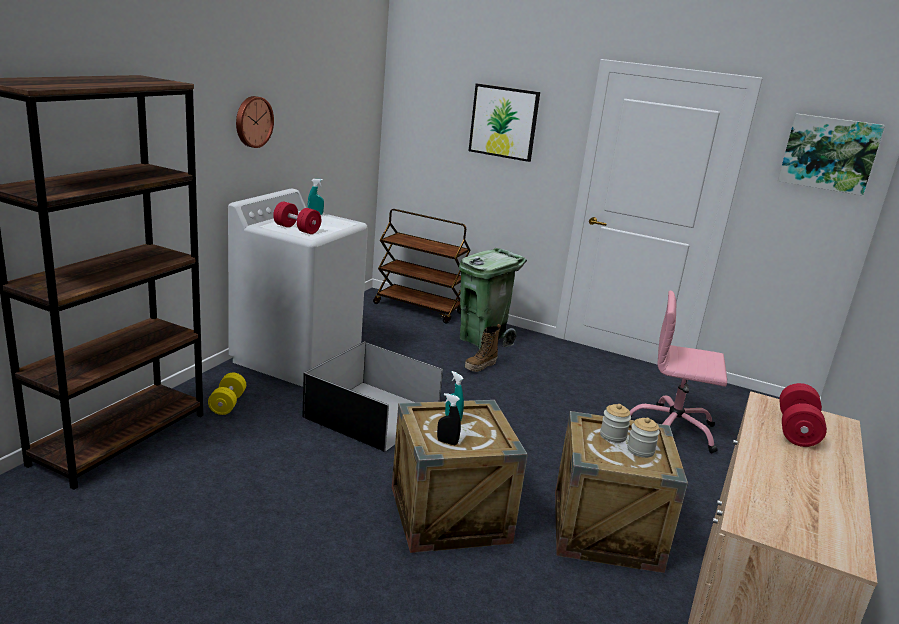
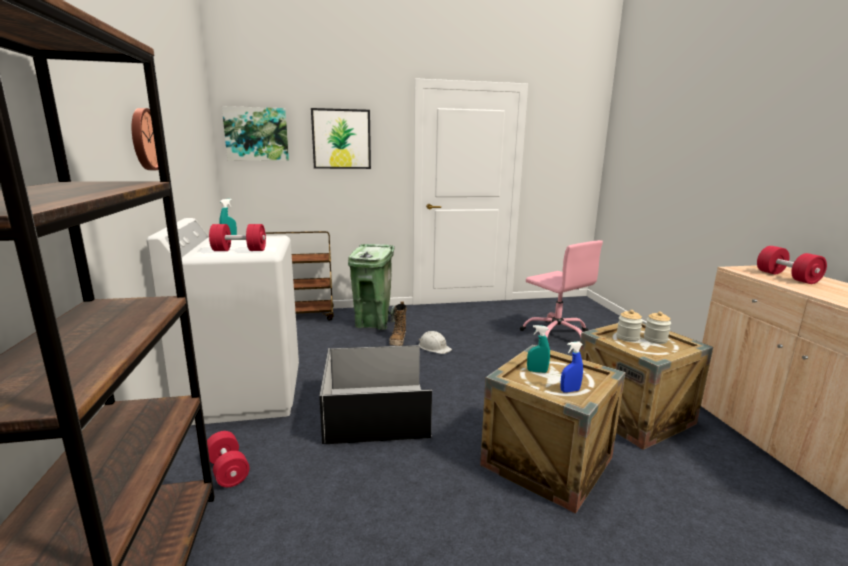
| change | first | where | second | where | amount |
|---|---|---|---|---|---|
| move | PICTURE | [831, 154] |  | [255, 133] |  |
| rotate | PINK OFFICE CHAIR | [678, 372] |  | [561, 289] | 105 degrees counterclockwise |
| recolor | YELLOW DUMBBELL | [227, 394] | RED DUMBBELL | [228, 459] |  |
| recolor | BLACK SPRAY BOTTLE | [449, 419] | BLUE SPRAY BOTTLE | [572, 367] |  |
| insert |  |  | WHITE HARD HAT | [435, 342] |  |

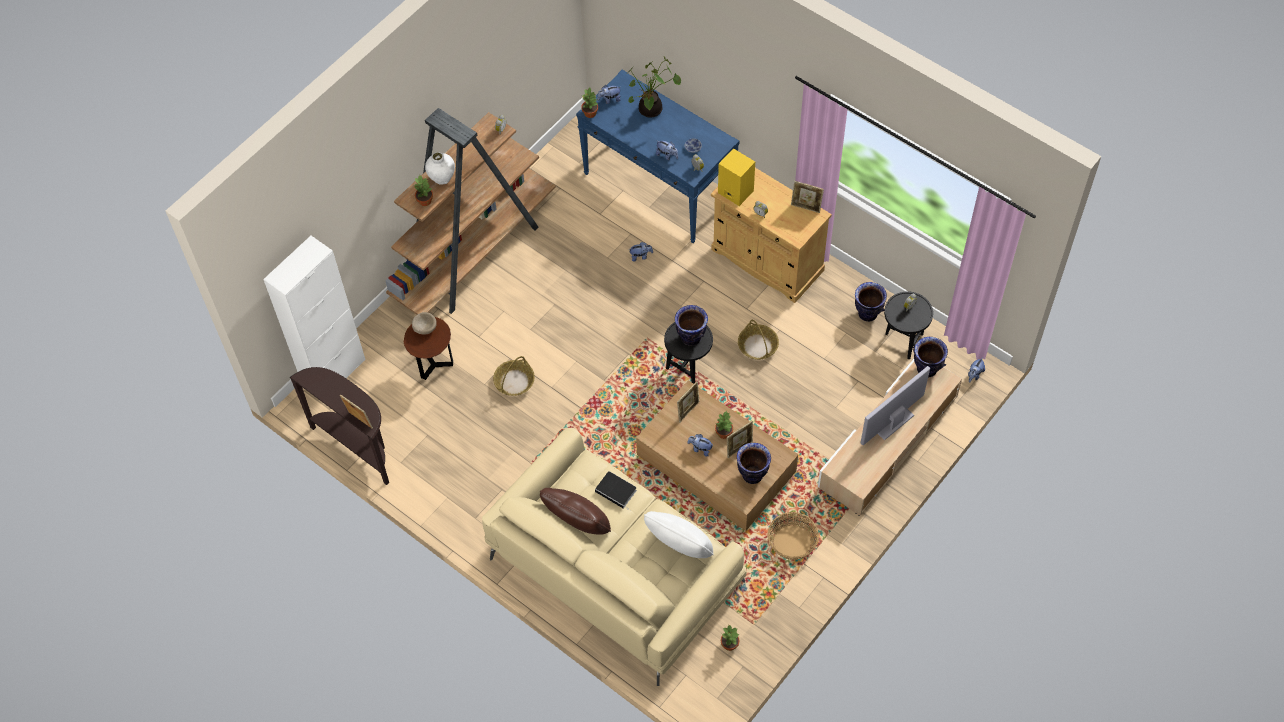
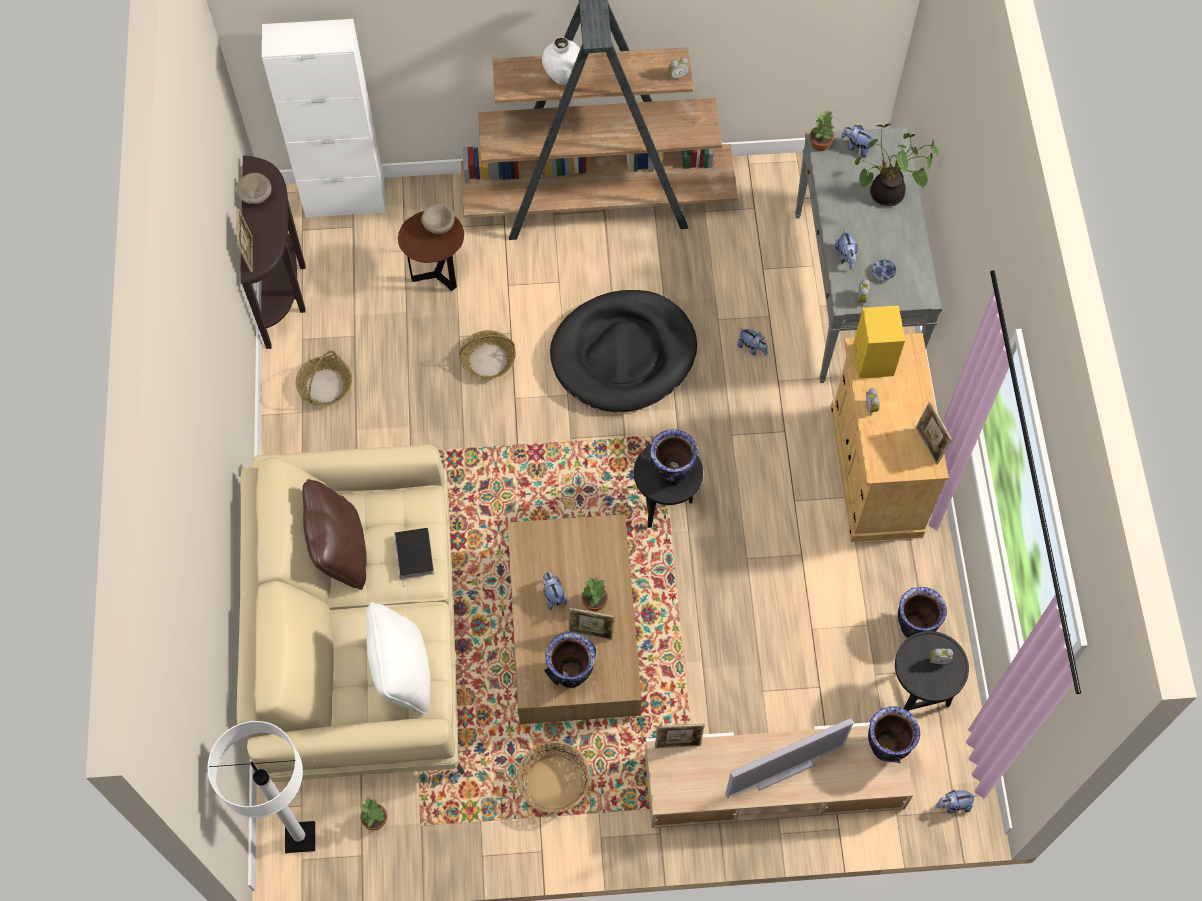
| change | first | where | second | where | amount |
|---|---|---|---|---|---|
| recolor | BLUE CONSOLE TABLE | [658, 156] | GREY CONSOLE TABLE | [868, 255] |  |
| delete | POTTED PLANT | [423, 190] |  |  |  |
| move | BASKET | [758, 340] |  | [324, 378] |  |
| rotate | TELEVISION | [895, 405] |  | [789, 758] | 150 degrees clockwise |
| move | PICTURE FRAME | [688, 401] |  | [680, 736] |  |
| insert |  |  | BEIGE BOWL | [254, 188] |  |
| insert |  |  | BLACK DOG BED | [623, 351] |  |
| insert |  |  | WHITE FLOOR LAMP | [261, 787] |  |

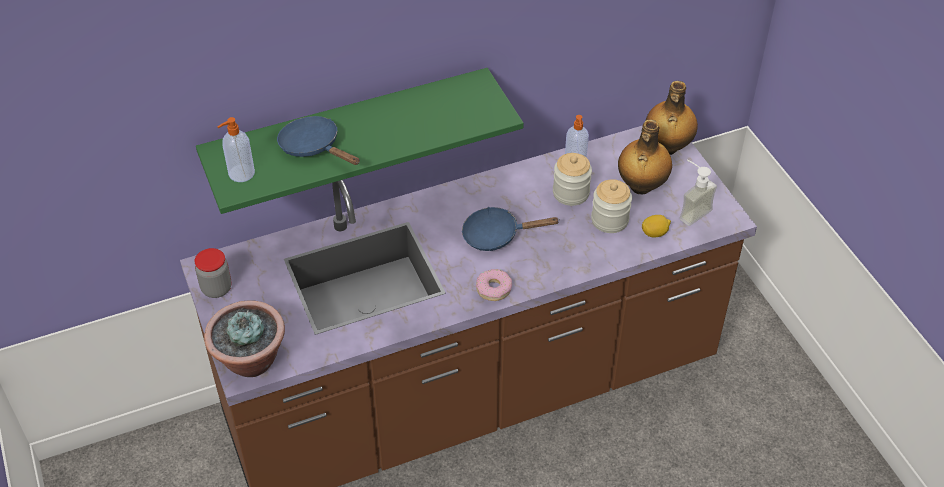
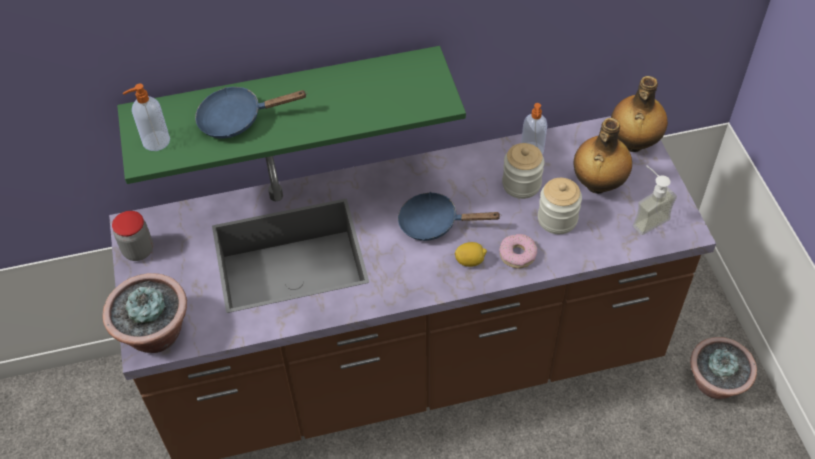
| change | first | where | second | where | amount |
|---|---|---|---|---|---|
| rotate | BLUE FRYING PAN | [318, 140] |  | [251, 112] | 60 degrees counterclockwise |
| move | LEMON | [656, 226] |  | [470, 254] |  |
| move | DONUT | [494, 285] |  | [518, 251] |  |
| insert |  |  | POTTED PLANT | [723, 368] |  |

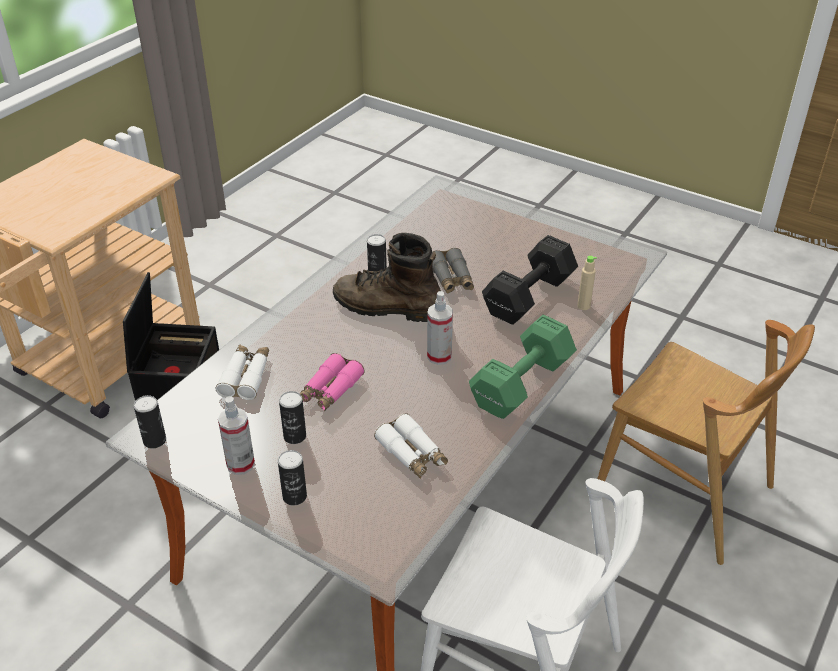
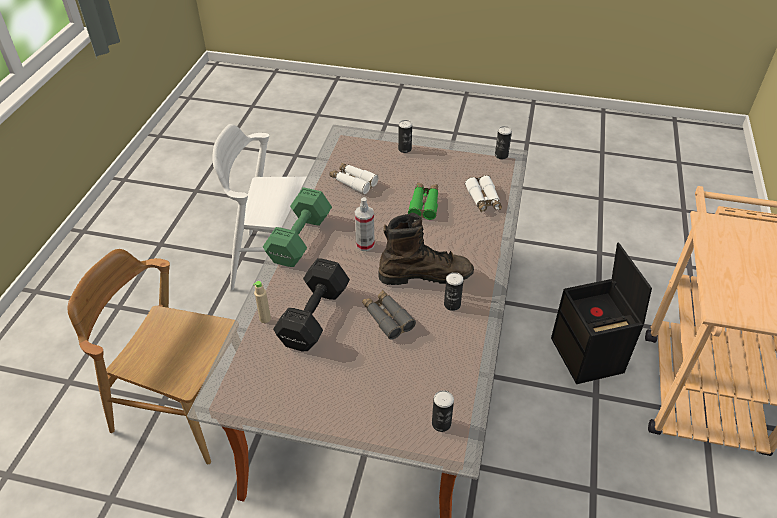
| change | first | where | second | where | amount |
|---|---|---|---|---|---|
| recolor | PINK BINOCULARS | [332, 382] | GREEN BINOCULARS | [423, 201] |  |
| move | CAN | [292, 417] |  | [443, 411] |  |
| delete | SPRAY BOTTLE | [236, 435] |  |  |  |

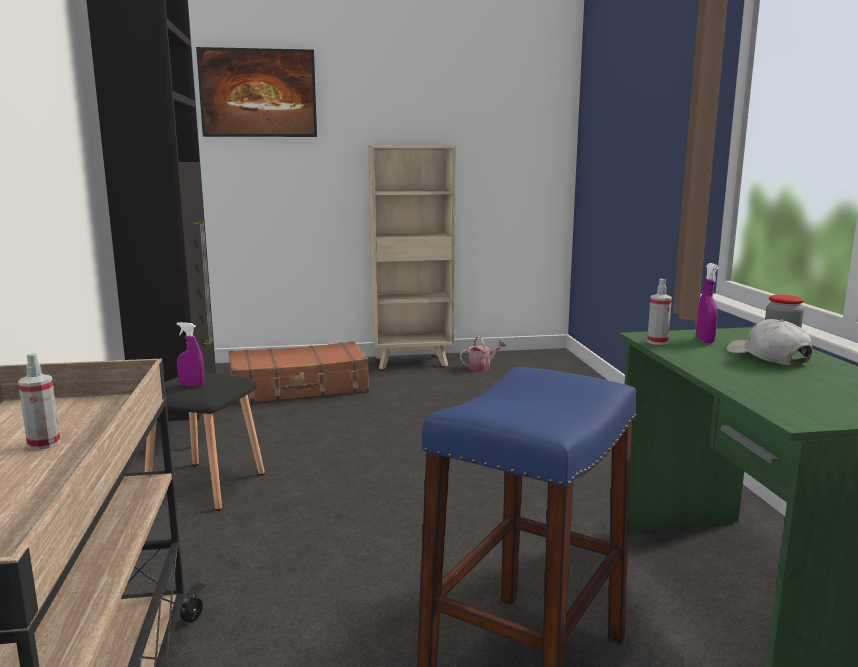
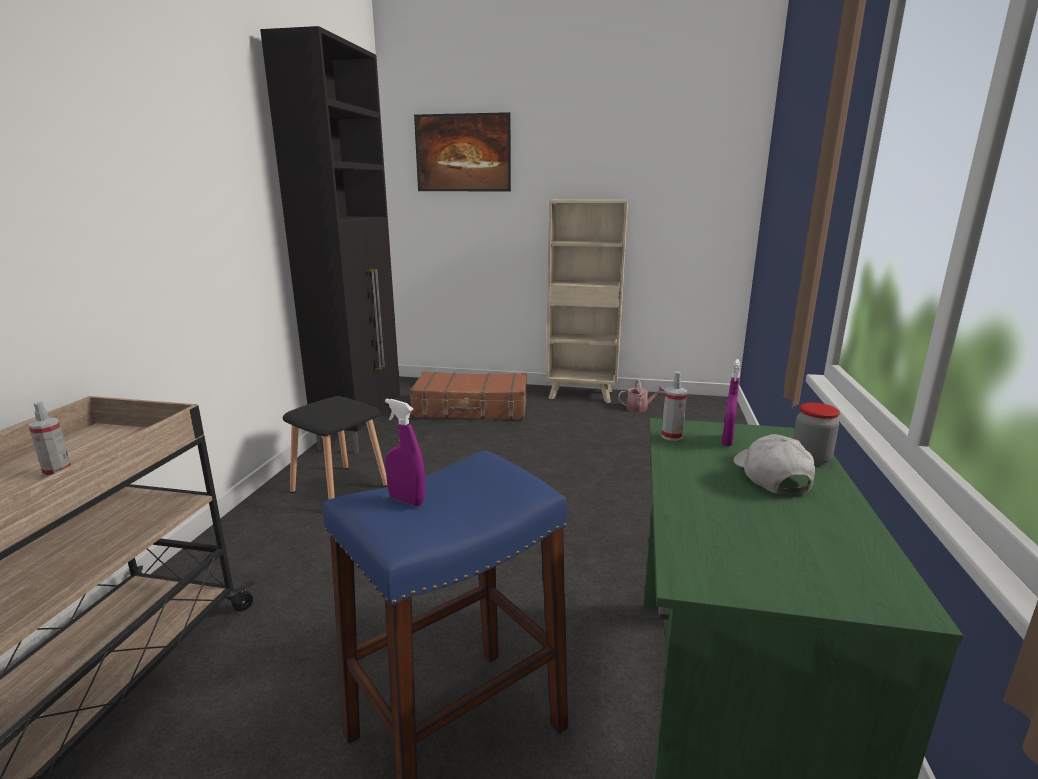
| change | first | where | second | where | amount |
|---|---|---|---|---|---|
| move | PURPLE SPRAY BOTTLE | [190, 354] |  | [405, 452] |  |

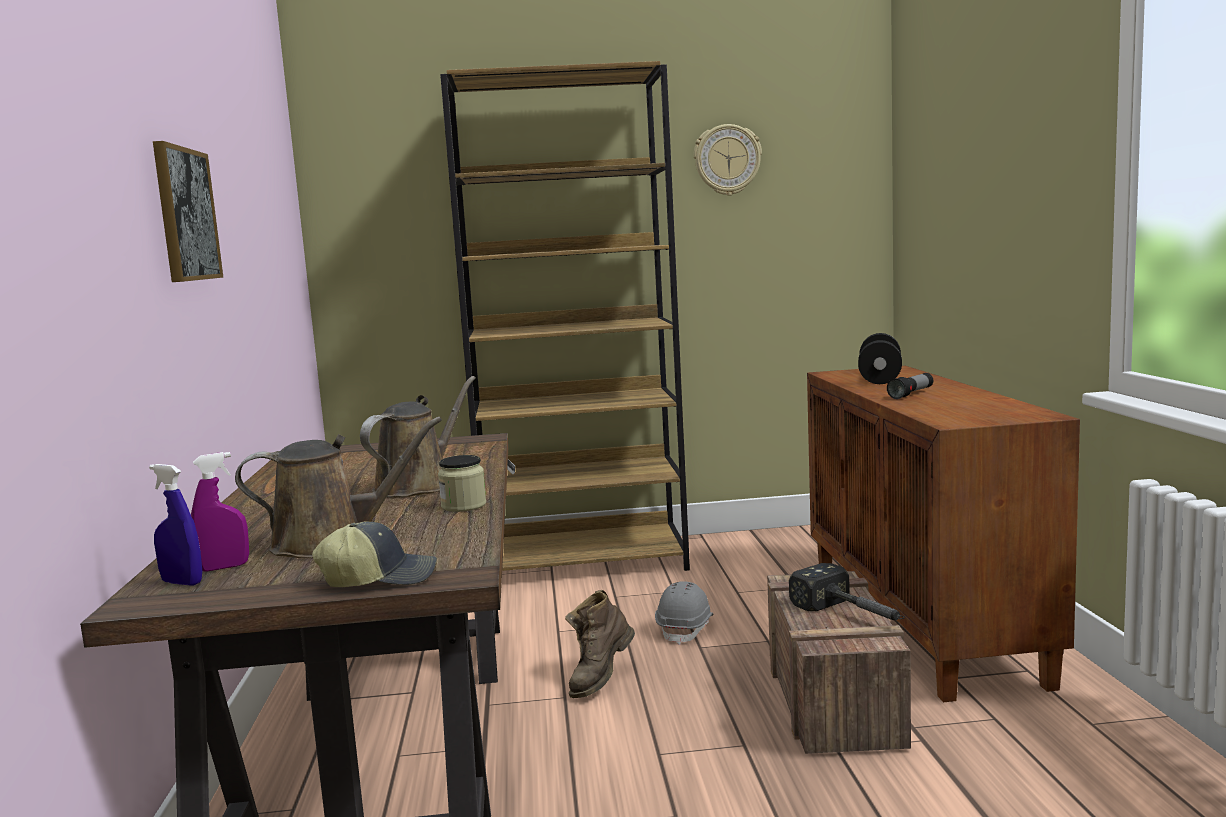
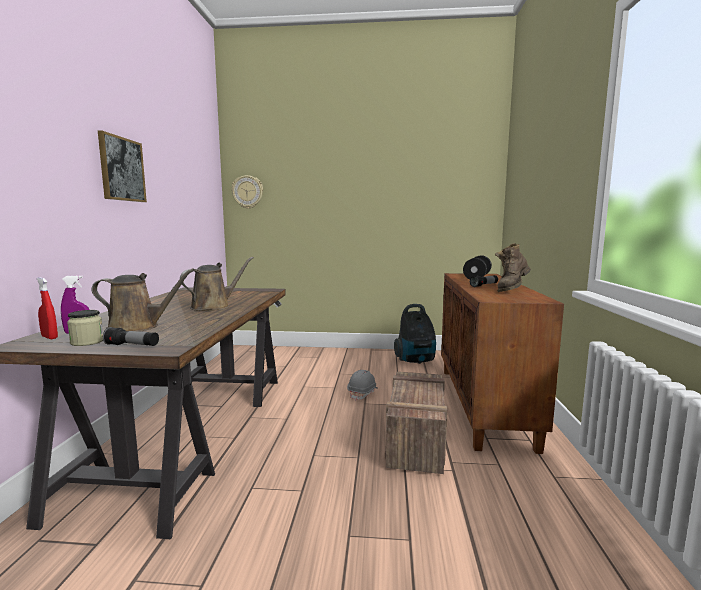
| change | first | where | second | where | amount |
|---|---|---|---|---|---|
| delete | BROWN BOOKCASE | [565, 316] |  |  |  |
| move | WALL CLOCK | [728, 160] |  | [247, 192] |  |
| move | JAR | [462, 483] |  | [85, 328] |  |
| recolor | BLUE SPRAY BOTTLE | [175, 525] | RED SPRAY BOTTLE | [47, 308] |  |
| replace | CAP | [374, 554] | FLASHLIGHT | [131, 336] |  |
| delete | HAMMER | [847, 591] |  |  |  |
| move | BROWN BOOT | [600, 644] |  | [513, 267] |  |
| insert |  |  | VACUUM CLEANER | [415, 334] |  |

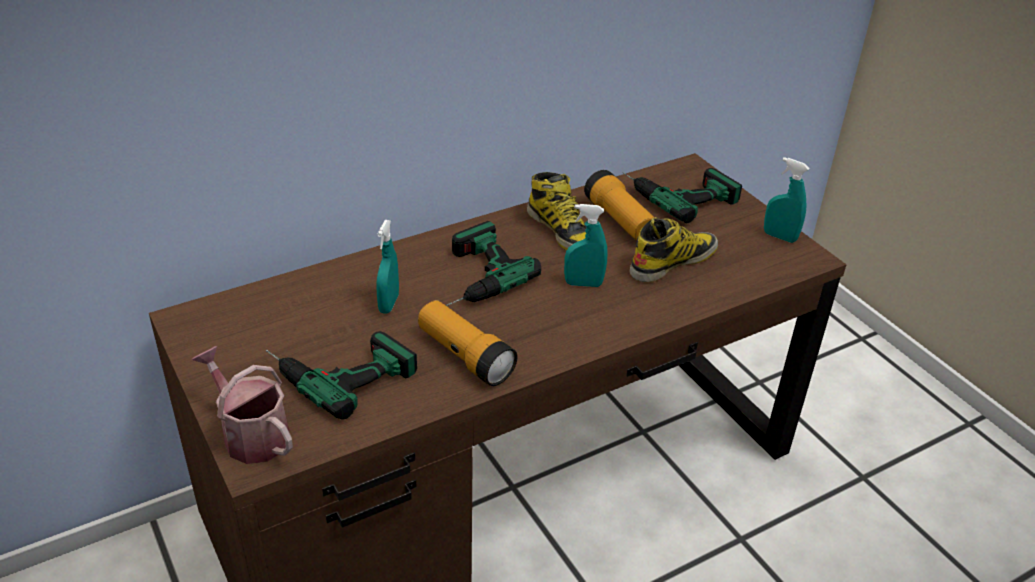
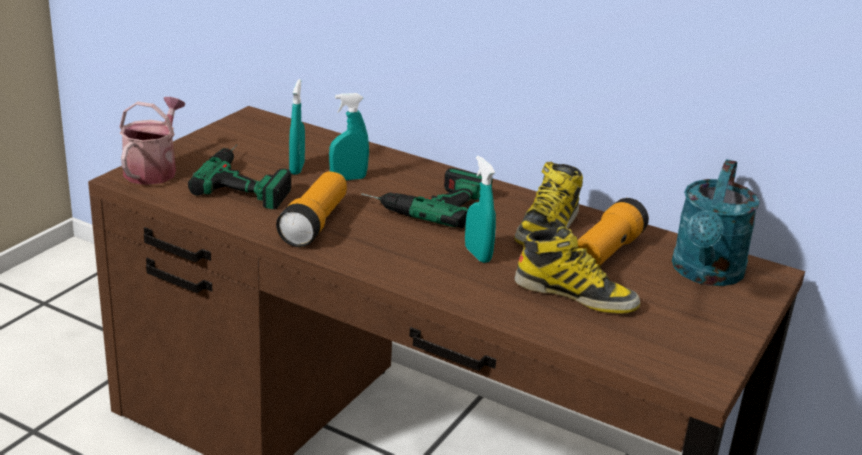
| change | first | where | second | where | amount |
|---|---|---|---|---|---|
| move | TURQUOISE SPRAY BOTTLE | [787, 200] |  | [297, 127] |  |
| replace | POWER DRILL | [682, 195] | TURQUOISE WATERING CAN | [716, 222] |  |

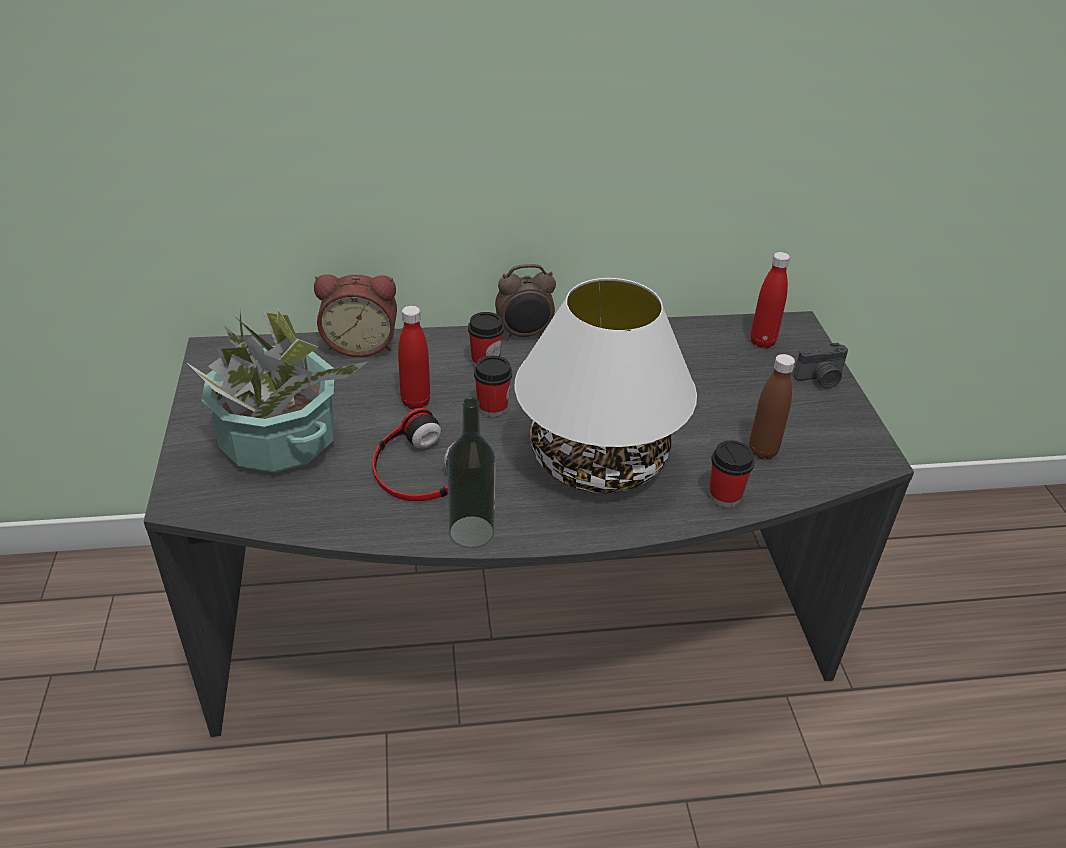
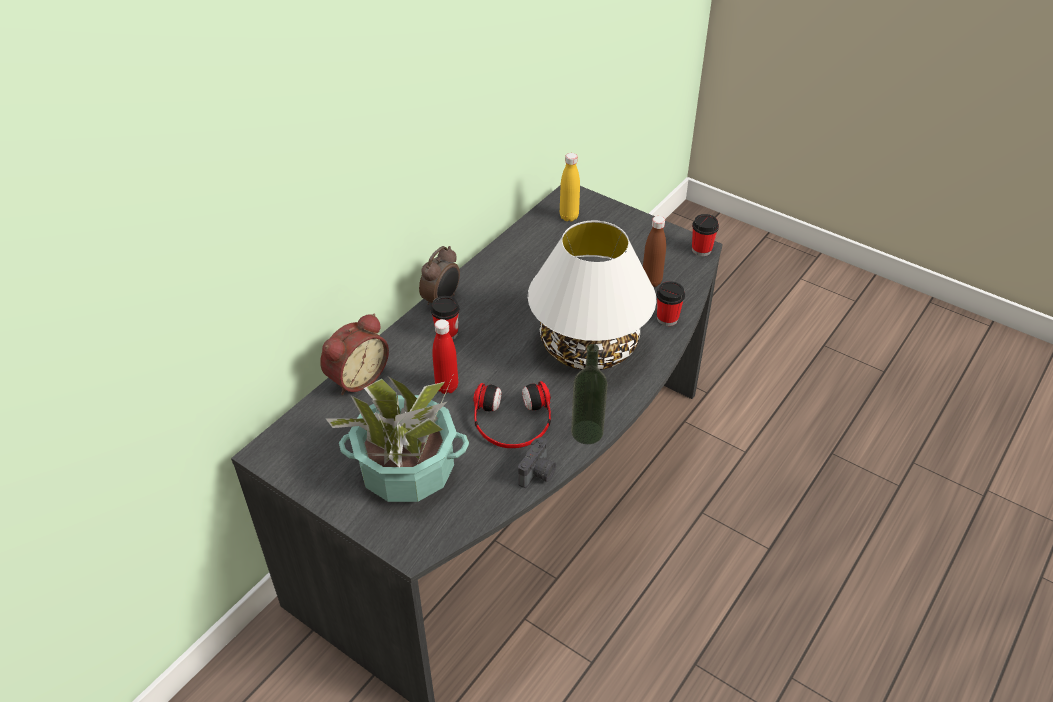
| change | first | where | second | where | amount |
|---|---|---|---|---|---|
| recolor | RED BOTTLE | [770, 300] | YELLOW BOTTLE | [570, 187] |  |
| move | PHOTO CAMERA | [820, 366] |  | [537, 462] |  |
| move | CUP | [493, 386] |  | [705, 235] |  |

